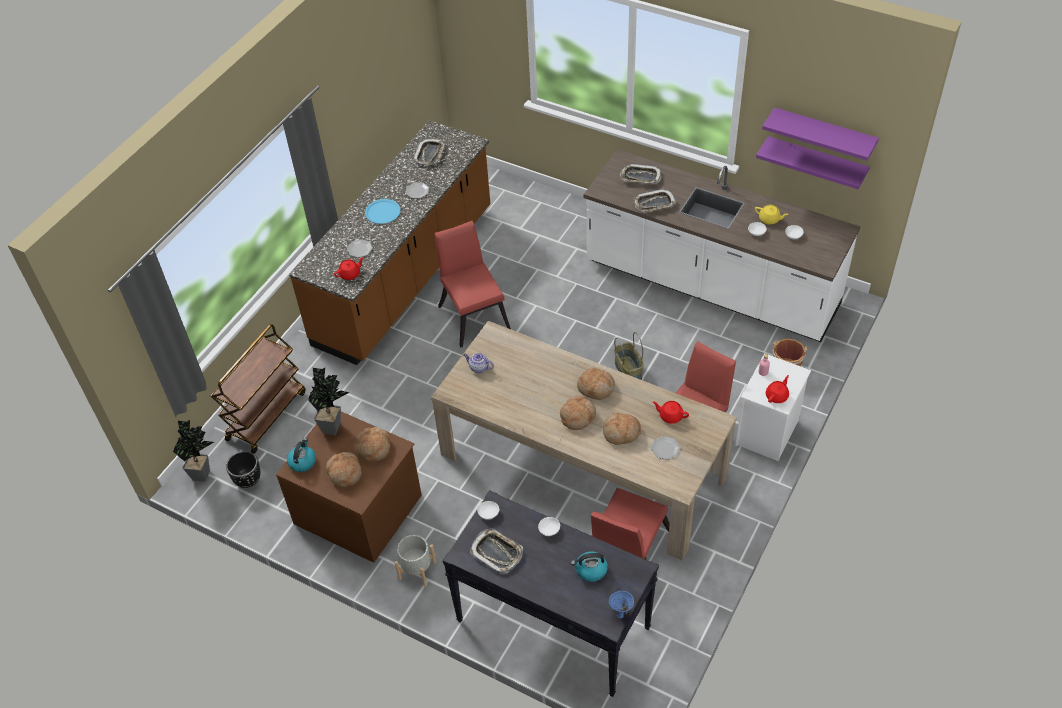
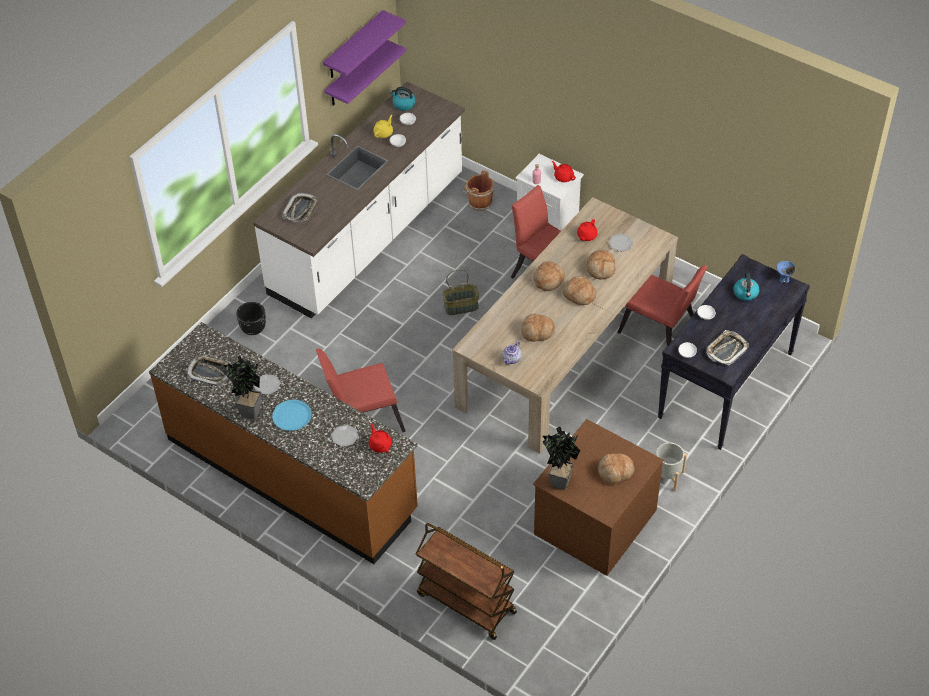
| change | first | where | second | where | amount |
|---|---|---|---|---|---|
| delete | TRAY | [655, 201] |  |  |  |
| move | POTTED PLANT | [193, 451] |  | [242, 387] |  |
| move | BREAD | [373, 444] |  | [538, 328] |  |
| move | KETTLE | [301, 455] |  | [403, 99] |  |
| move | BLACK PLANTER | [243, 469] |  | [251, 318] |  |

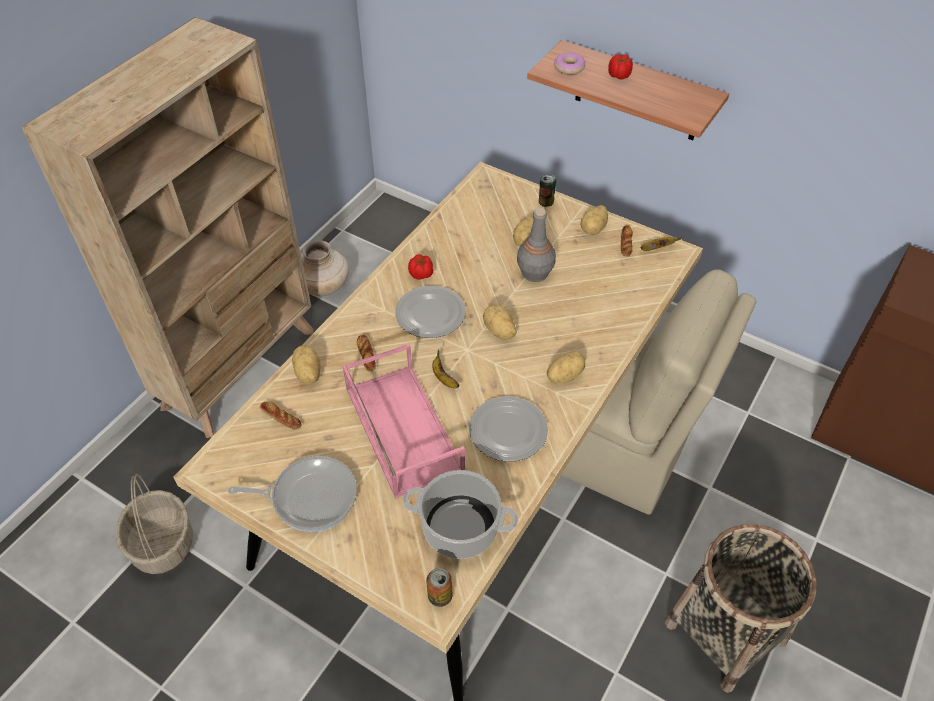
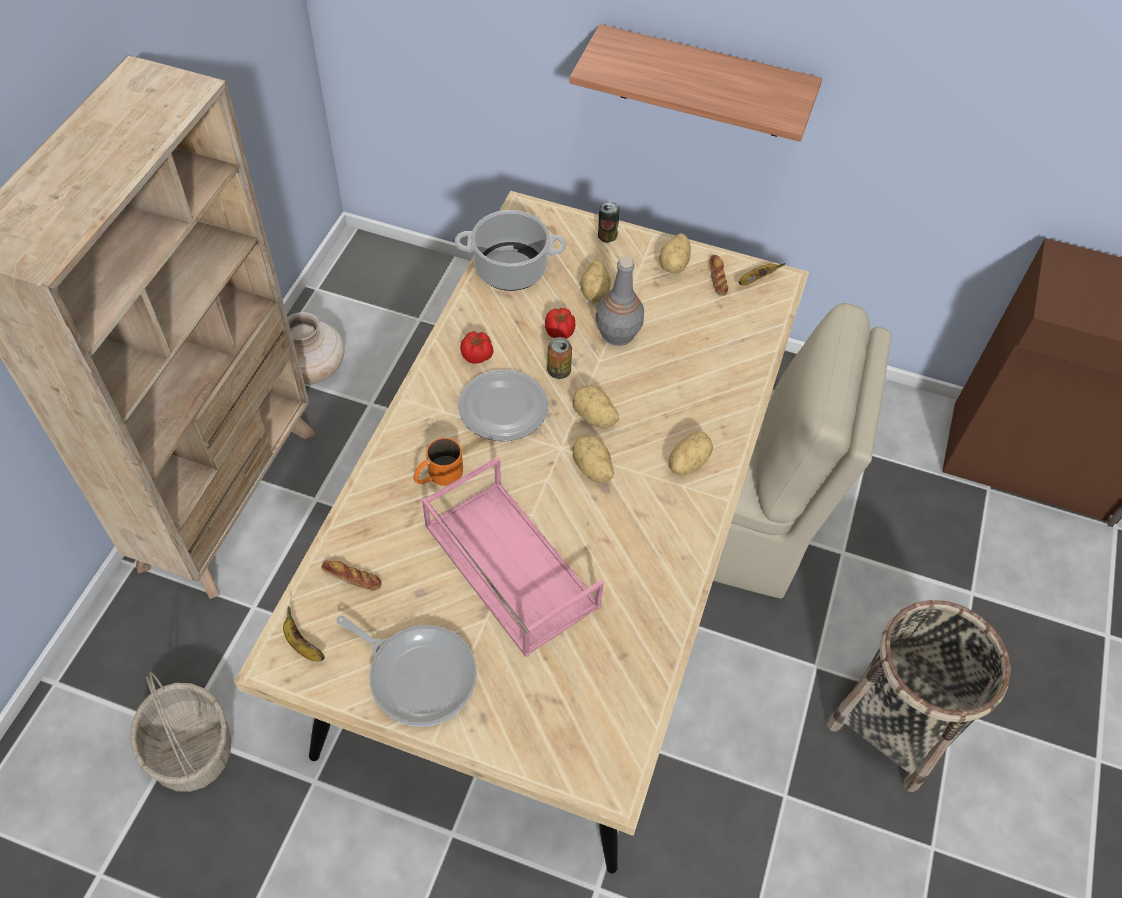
| change | first | where | second | where | amount |
|---|---|---|---|---|---|
| delete | DONUT | [569, 63] |  |  |  |
| move | TOMATO | [620, 66] |  | [560, 323] |  |
| replace | BREAD | [366, 353] | ORANGE MUG | [438, 462] |  |
| move | POTATO | [306, 364] |  | [593, 459] |  |
| move | BANANA | [445, 368] |  | [304, 633] |  |
| delete | PLATE | [508, 429] |  |  |  |
| rotate | FRYING PAN | [292, 494] |  | [406, 671] | 45 degrees clockwise |
| move | COOKING POT | [460, 514] |  | [510, 250] |  |
| move | CAN | [439, 587] |  | [559, 358] |  |

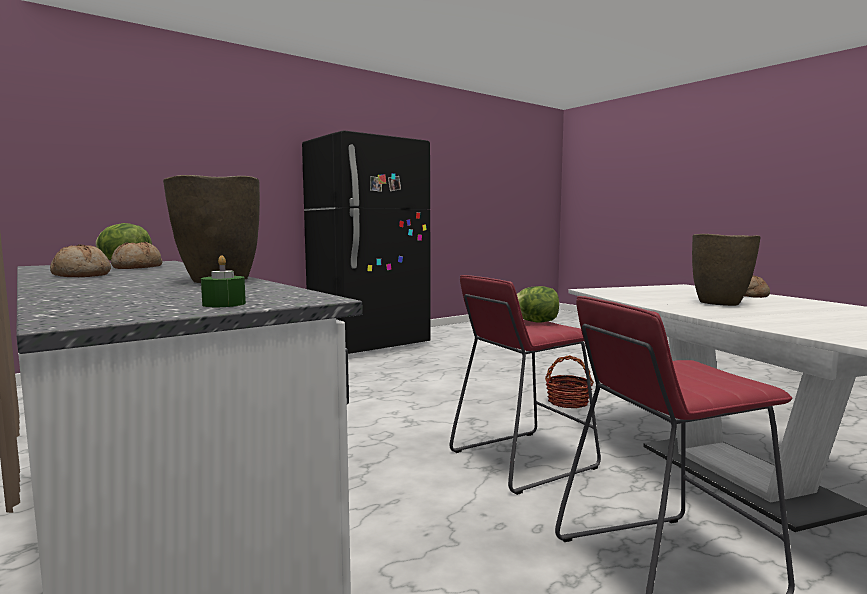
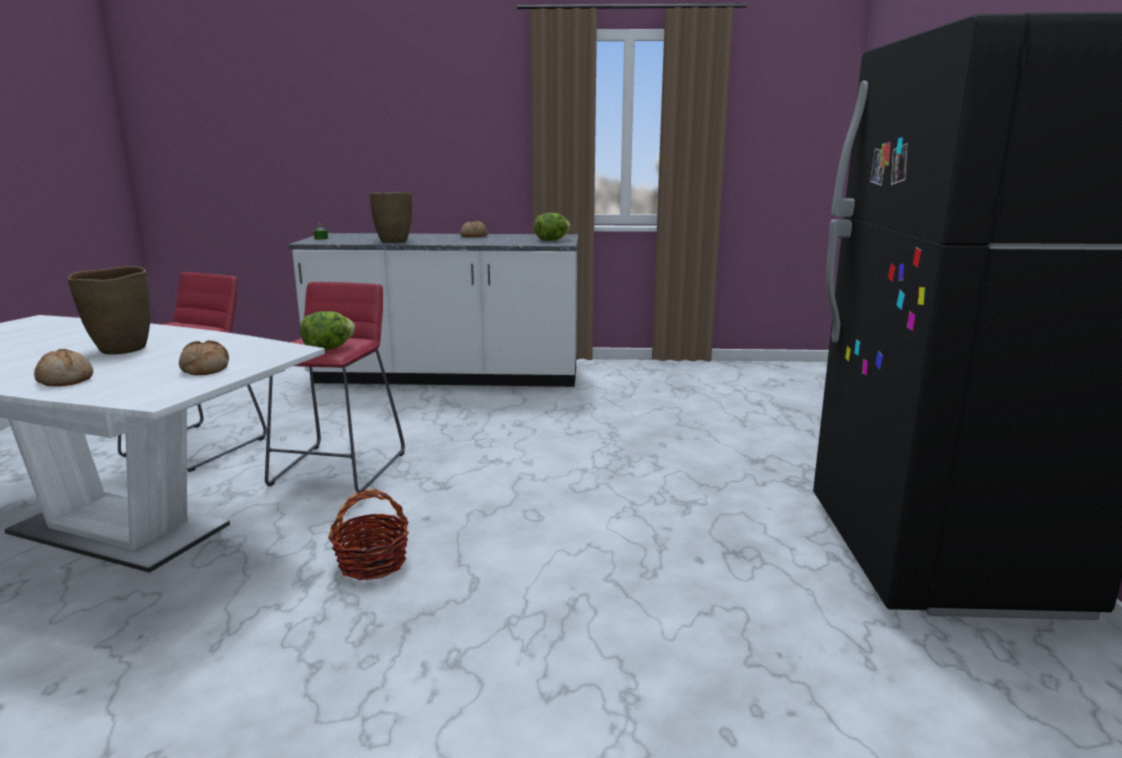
| change | first | where | second | where | amount |
|---|---|---|---|---|---|
| move | BREAD | [136, 255] |  | [204, 357] |  |

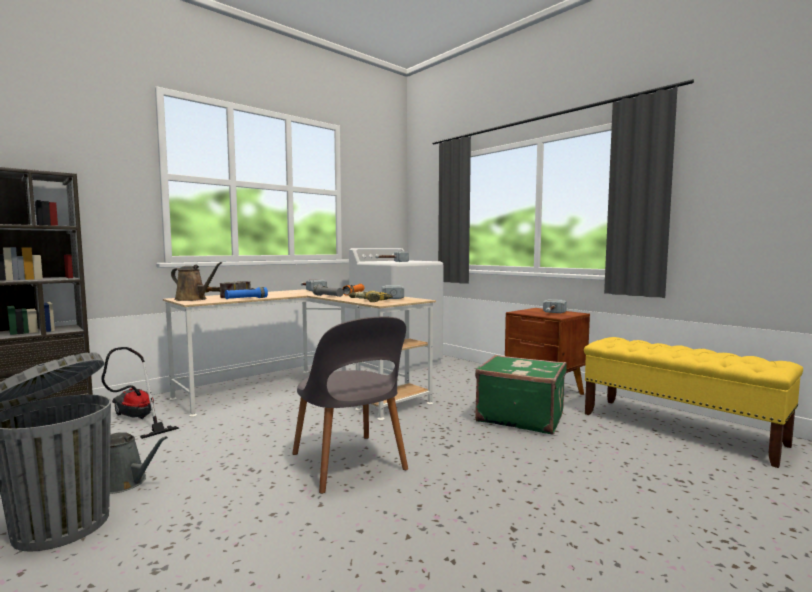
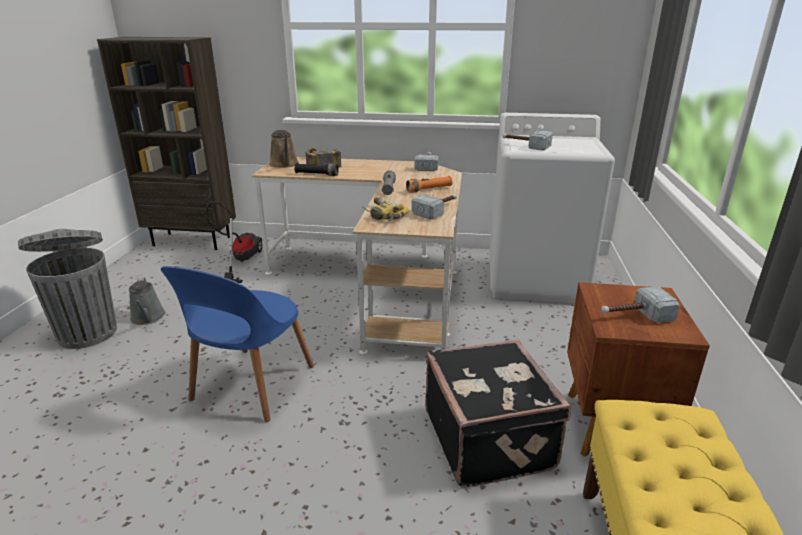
| change | first | where | second | where | amount |
|---|---|---|---|---|---|
| recolor | BLUE FLASHLIGHT | [246, 293] | BLACK FLASHLIGHT | [316, 169] |  |
| recolor | GREY CHAIR | [350, 405] | BLUE CHAIR | [237, 344] |  |
| recolor | GREEN SUITCASE | [521, 395] | BLACK SUITCASE | [498, 413] |  |

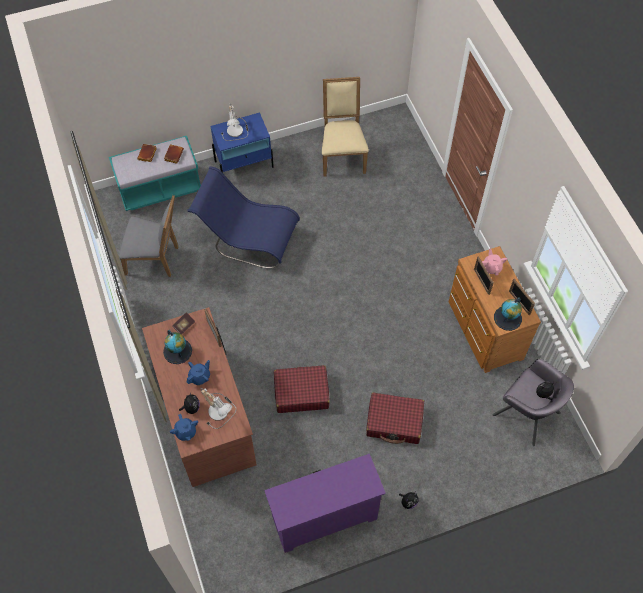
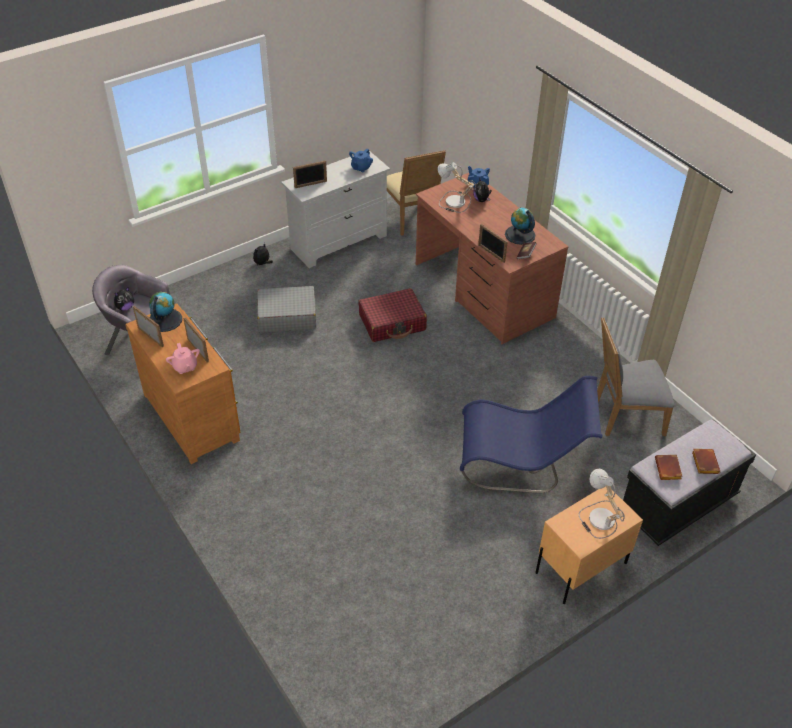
| change | first | where | second | where | amount |
|---|---|---|---|---|---|
| move | BEIGE CHAIR | [345, 127] |  | [416, 193] |  |
| recolor | BLUE NIGHTSTAND | [242, 142] | BEIGE NIGHTSTAND | [589, 545] |  |
| recolor | TURQUOISE BENCH | [155, 173] | BLACK BENCH | [689, 482] |  |
| move | BLUE TEAPOT | [198, 372] |  | [361, 160] |  |
| recolor | RED SUITCASE | [395, 418] | GREY SUITCASE | [286, 309] |  |
| recolor | PURPLE DRESSER | [325, 503] | WHITE DRESSER | [335, 209] |  |
| insert |  |  | PICTURE FRAME | [310, 174] |  |

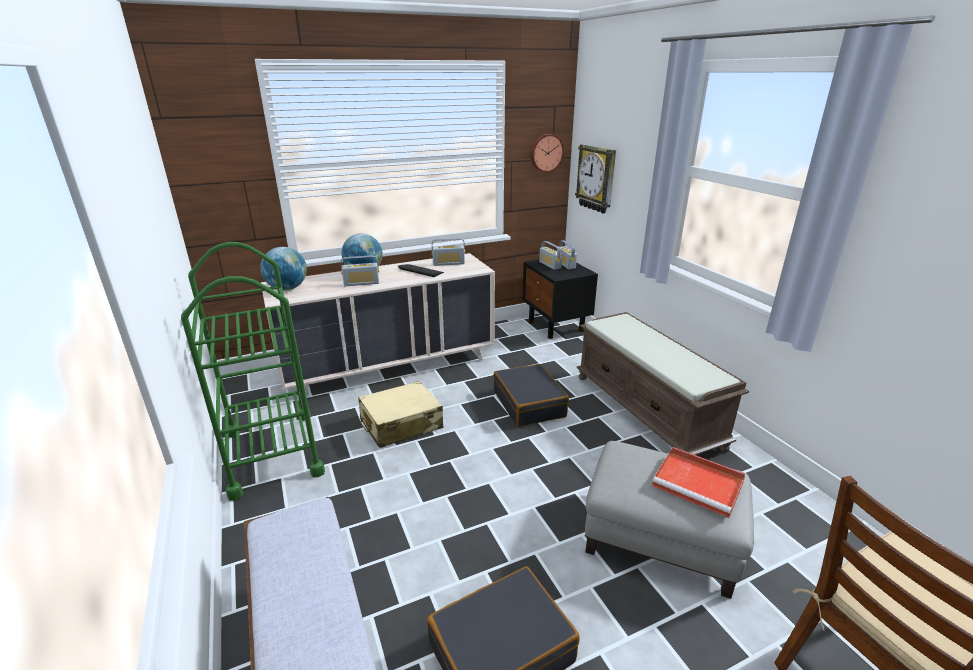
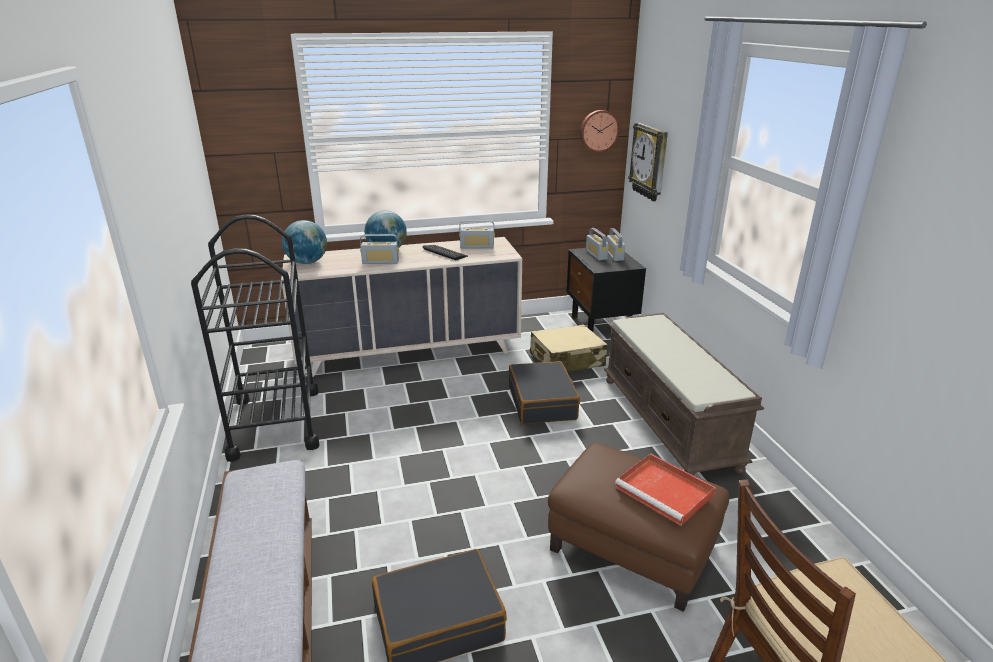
| change | first | where | second | where | amount |
|---|---|---|---|---|---|
| recolor | GREEN CART | [253, 371] | BLACK CART | [255, 338] |  |
| move | BEIGE SUITCASE | [401, 414] |  | [569, 348] |  |
| recolor | GREY OTTOMAN | [669, 520] | BROWN OTTOMAN | [638, 527] |  |

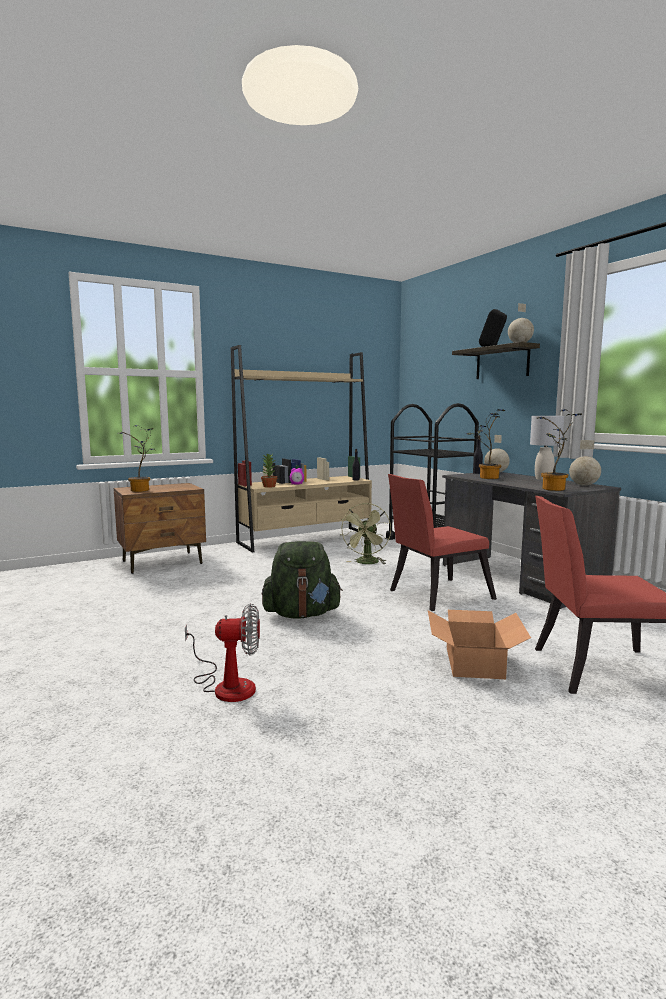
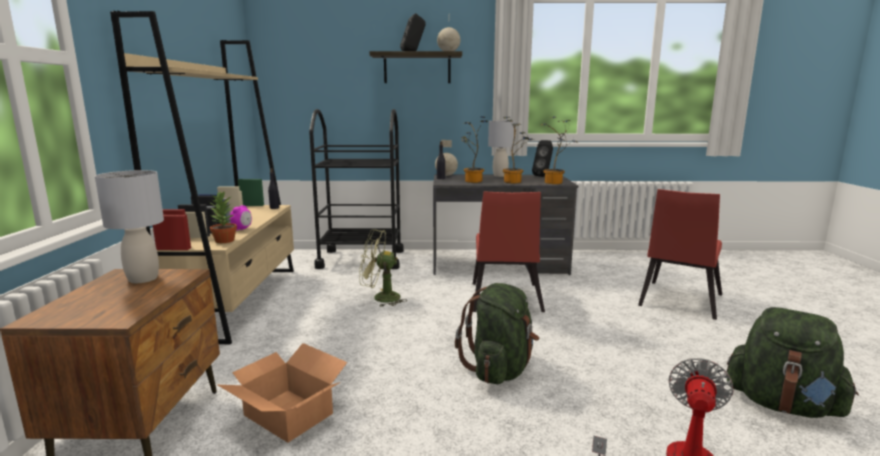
| change | first | where | second | where | amount |
|---|---|---|---|---|---|
| move | POTTED PLANT | [136, 458] |  | [518, 150] |  |
| replace | GLOBE | [585, 463] | BLACK SPEAKER | [542, 158] |  |
| rotate | GREEN FAN | [365, 533] |  | [382, 268] | 135 degrees clockwise |
| move | CARDBOARD BOX | [479, 644] |  | [282, 393] |  |
| insert |  |  | GREY TABLE LAMP | [129, 226] |  |
| insert |  |  | GREEN BACKPACK | [792, 362] |  |

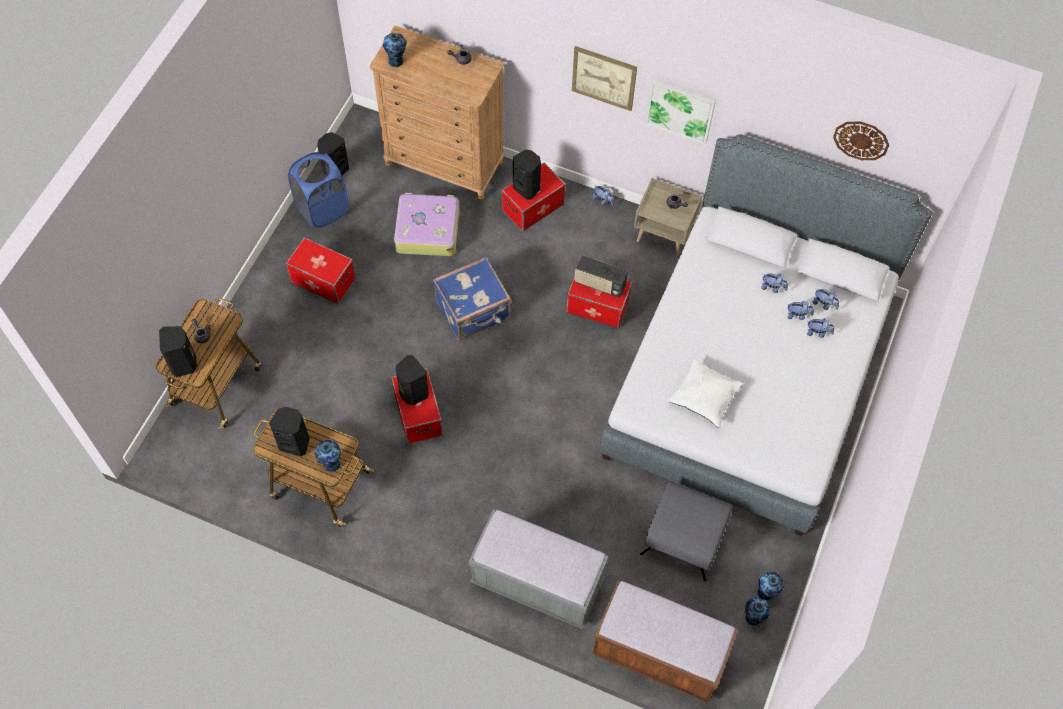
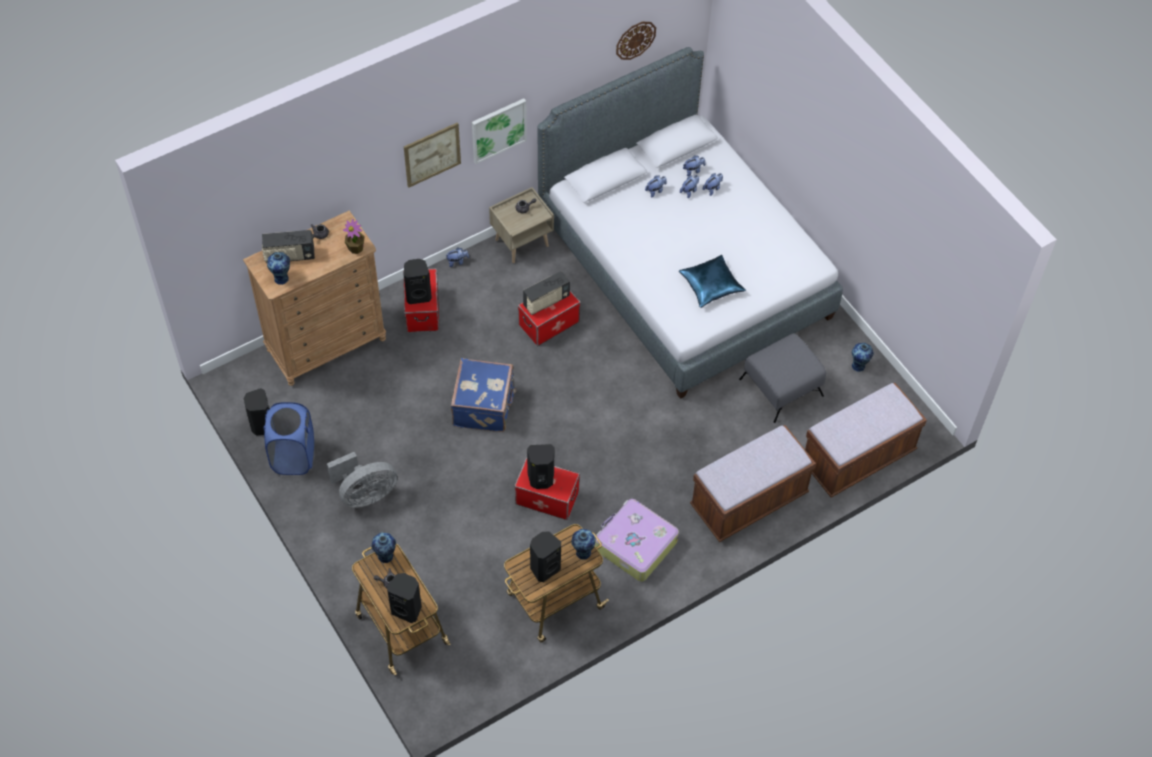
| change | first | where | second | where | amount |
|---|---|---|---|---|---|
| move | SUITCASE | [426, 224] |  | [637, 540] |  |
| replace | STORAGE BOX | [320, 270] | GREY FAN | [362, 480] |  |
| recolor | WHITE PILLOW | [705, 393] | BLUE PILLOW | [712, 281] |  |
| recolor | GREY BENCH | [539, 569] | BROWN BENCH | [753, 483] |  |
| move | VASE | [757, 611] |  | [383, 548] |  |
| insert |  |  | POTTED PLANT | [354, 236] |  |
| insert |  |  | RADIO | [288, 246] |  |

